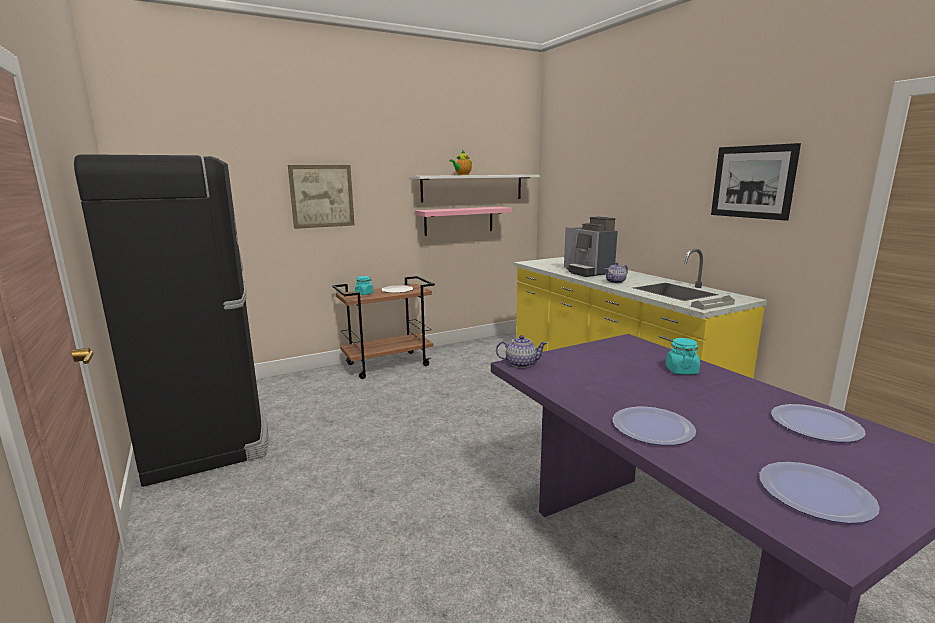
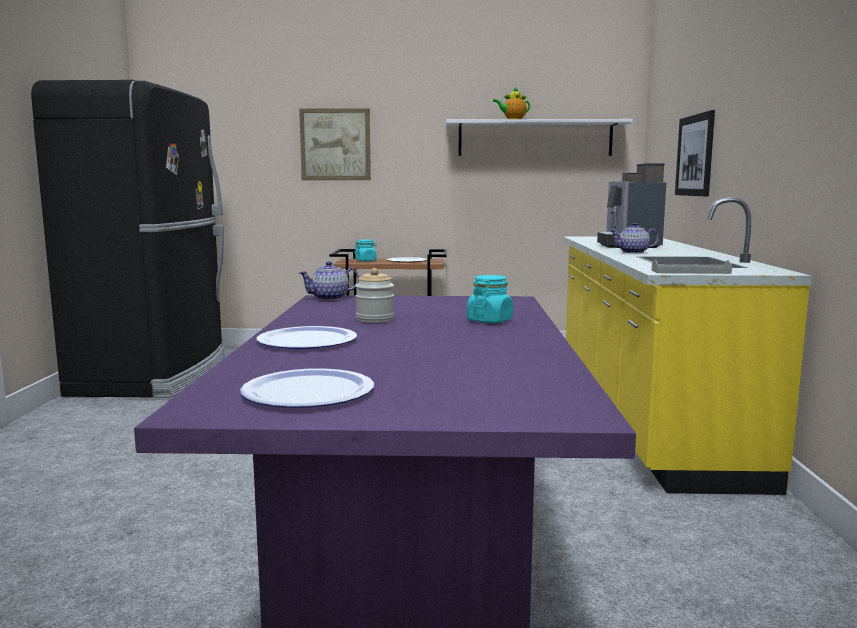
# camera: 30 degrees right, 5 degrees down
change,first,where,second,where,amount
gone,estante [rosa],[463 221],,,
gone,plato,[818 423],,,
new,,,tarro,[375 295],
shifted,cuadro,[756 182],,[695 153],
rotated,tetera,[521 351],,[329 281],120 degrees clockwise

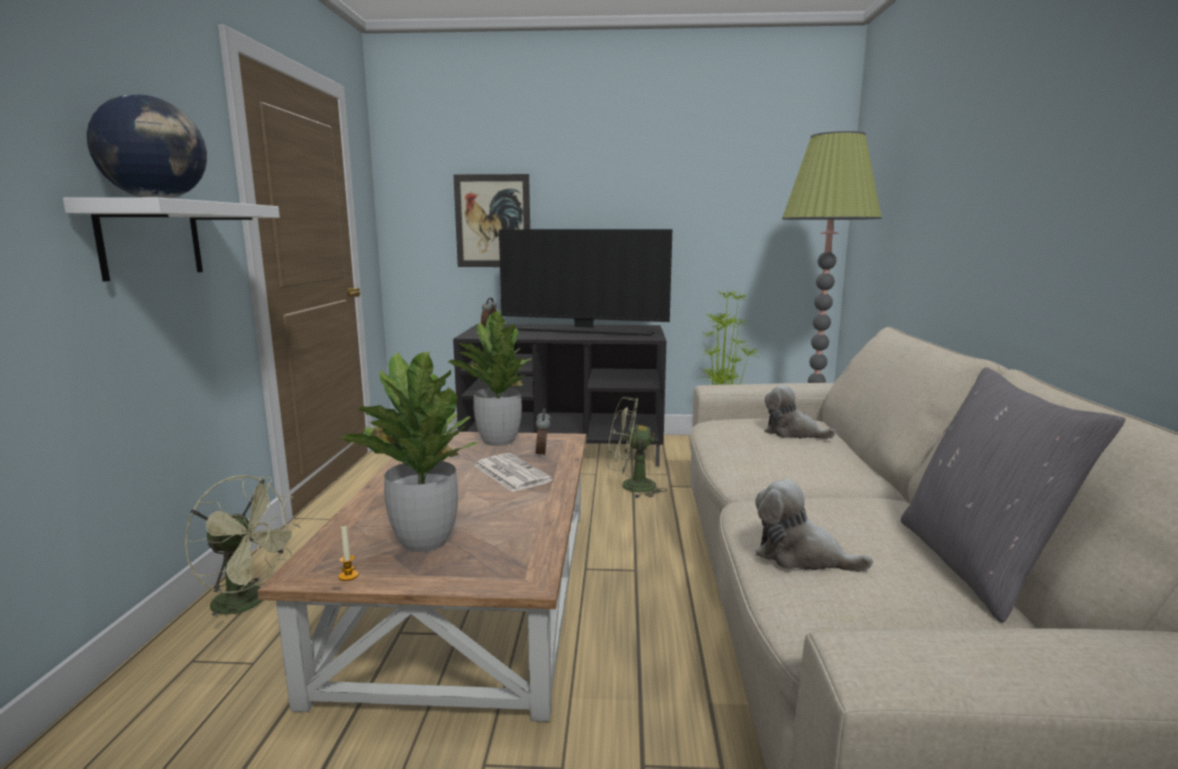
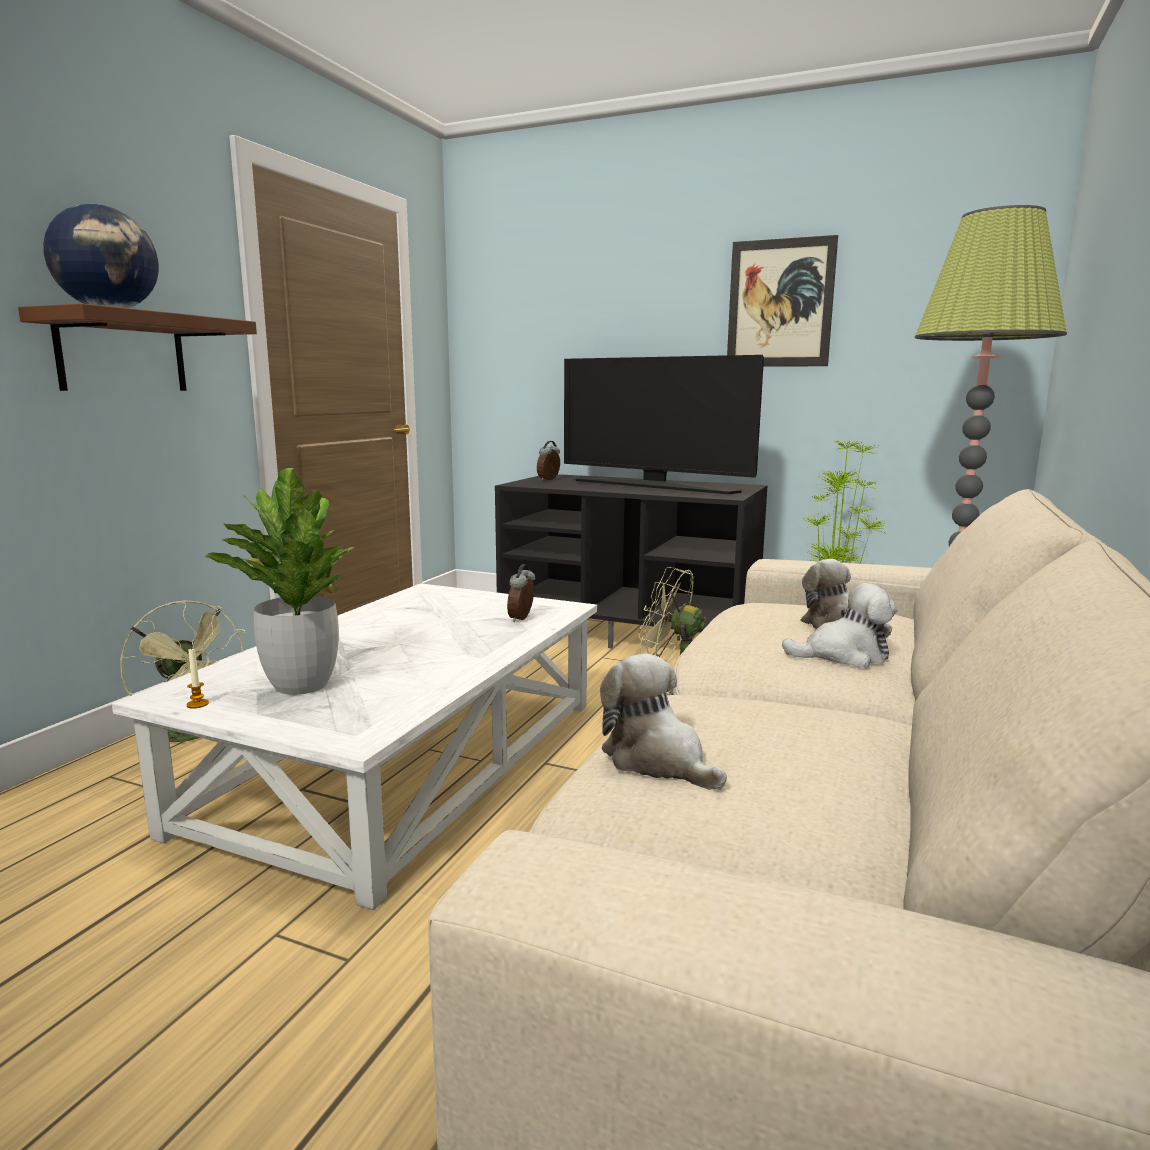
# camera: 20 degrees right, 0 degrees up
change,first,where,second,where,amount
gone,planta en maceta,[489 378],,,
gone,periódico,[513 472],,,
gone,cojín [gris],[1013 495],,,
new,,,peluche,[840 625],
shifted,cuadro,[491 220],,[782 301],
repainted,estante [blanco],[171 239],estante [marrón],[137 347],
repainted,mesa de centro [marrón],[422 576],mesa de centro [blanco],[354 746],

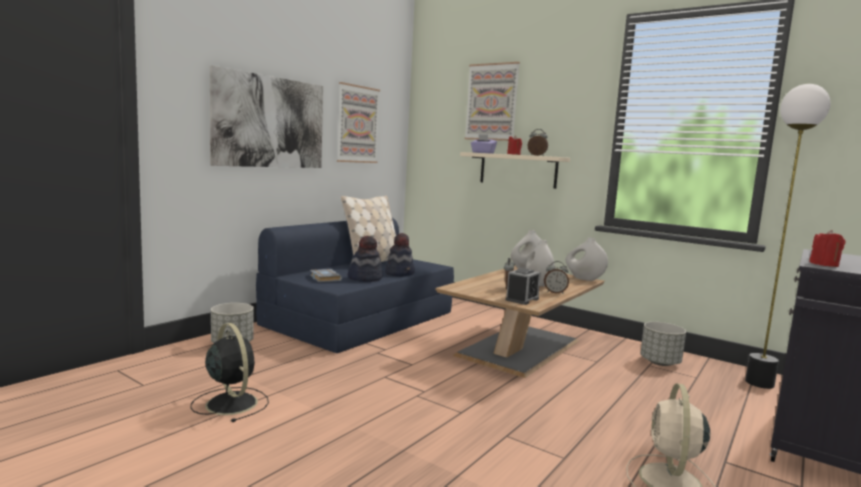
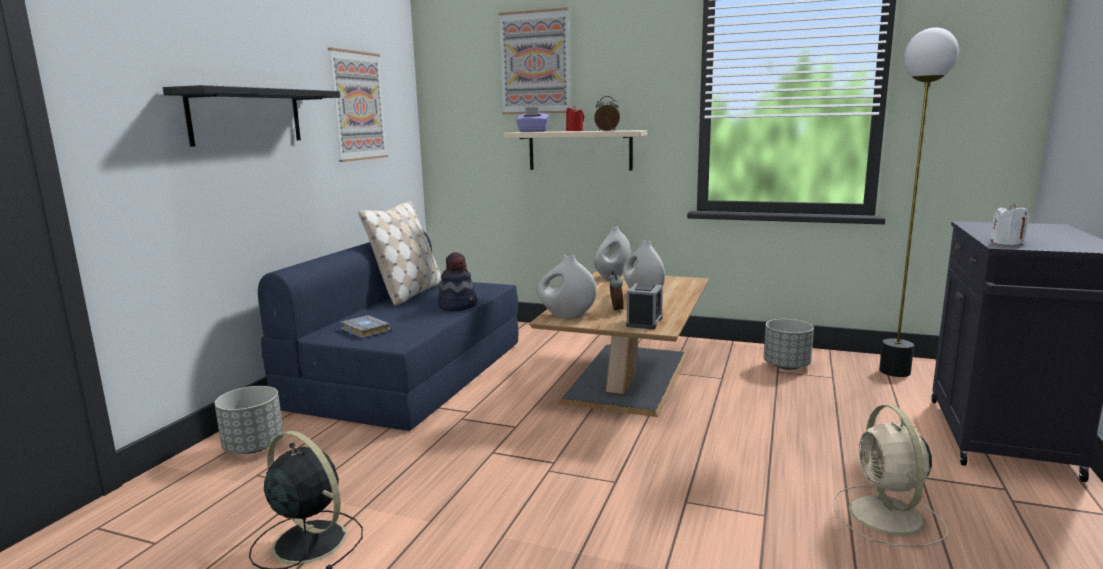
# camera: 15 degrees left, 5 degrees up
change,first,where,second,where,amount
gone,sombrero,[365 259],,,
gone,despertador,[556 277],,,
shifted,florero [blanco],[587 259],,[567 286],
swapped,cuadro,[266 116],estante [negro],[251 116],
repainted,vela [rojo],[827 248],vela [blanco],[1009 224],

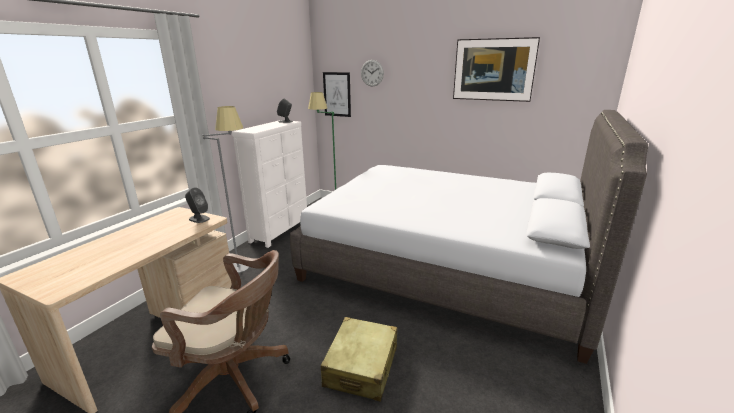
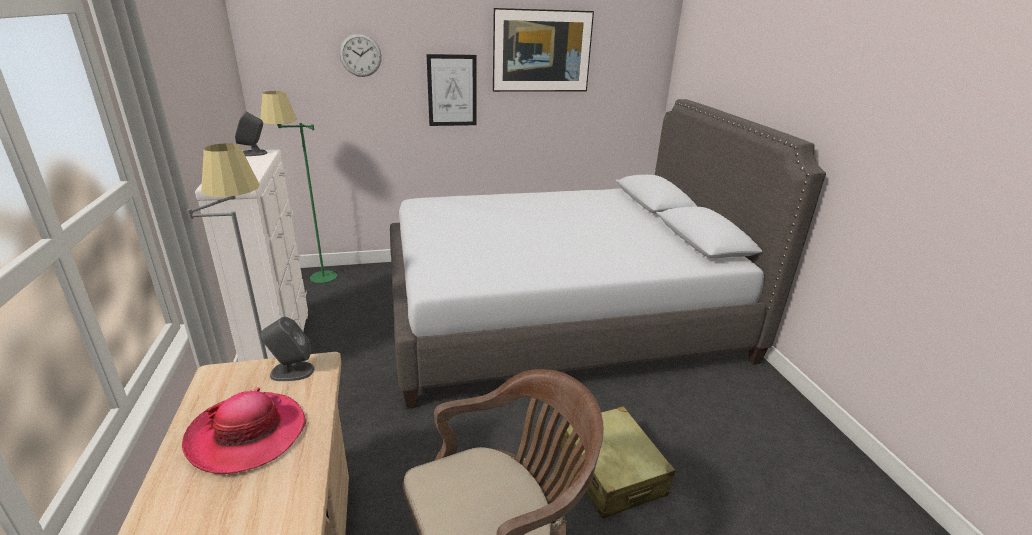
# camera: 40 degrees left, 5 degrees up
change,first,where,second,where,amount
new,,,sombrero,[244 430],
shifted,cuadro,[337 94],,[451 90],

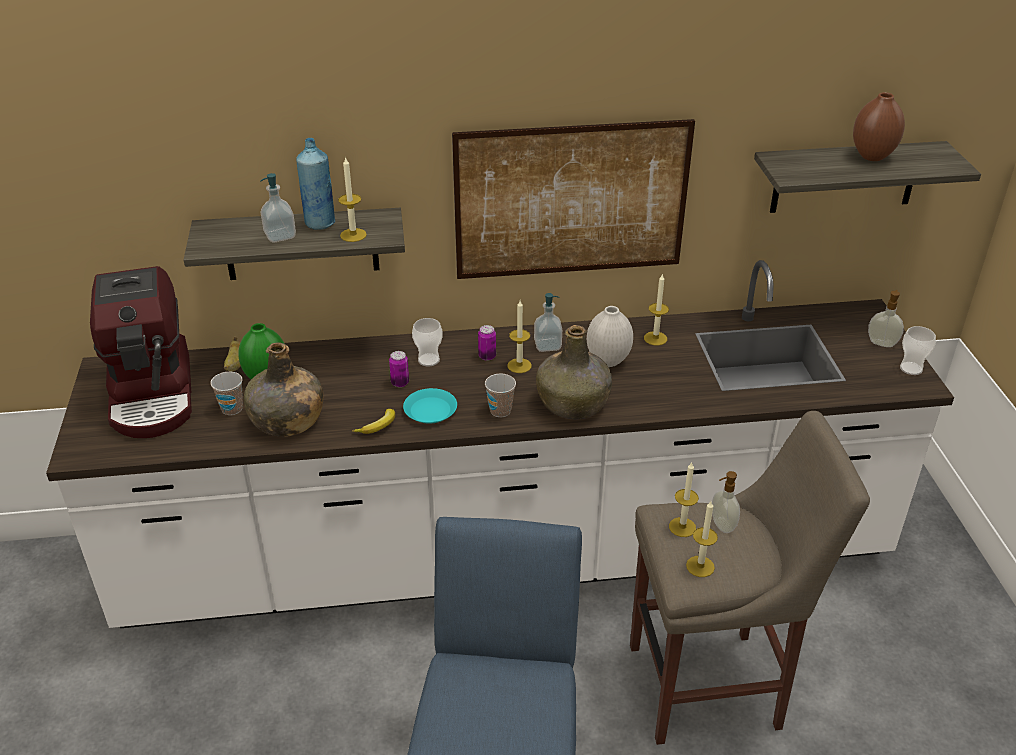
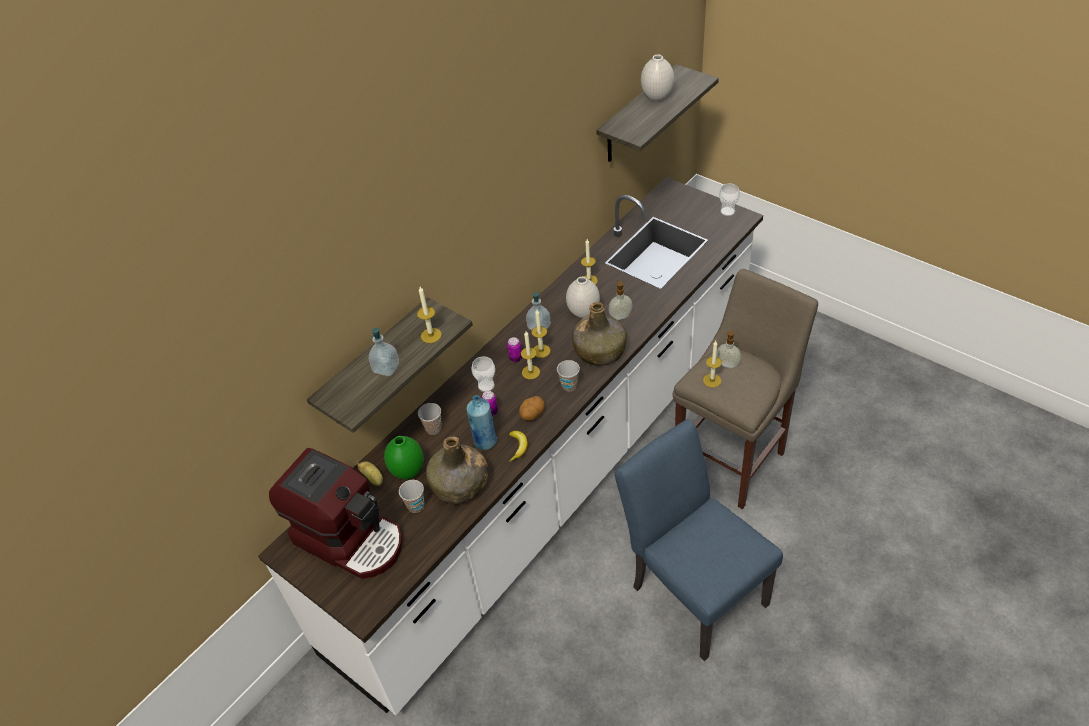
# camera: 40 degrees left, 10 degrees up
change,first,where,second,where,amount
gone,cuadro,[573 199],,,
new,,,taza,[430 419],
shifted,botella [azul],[315 184],,[482 422],
shifted,vela,[702 539],,[530 355],
shifted,dispensador de jabón,[886 318],,[620 300],
swapped,plato [turquesa],[430 406],patata,[532 408],
repainted,florero [marrón],[879 126],florero [blanco],[657 77],

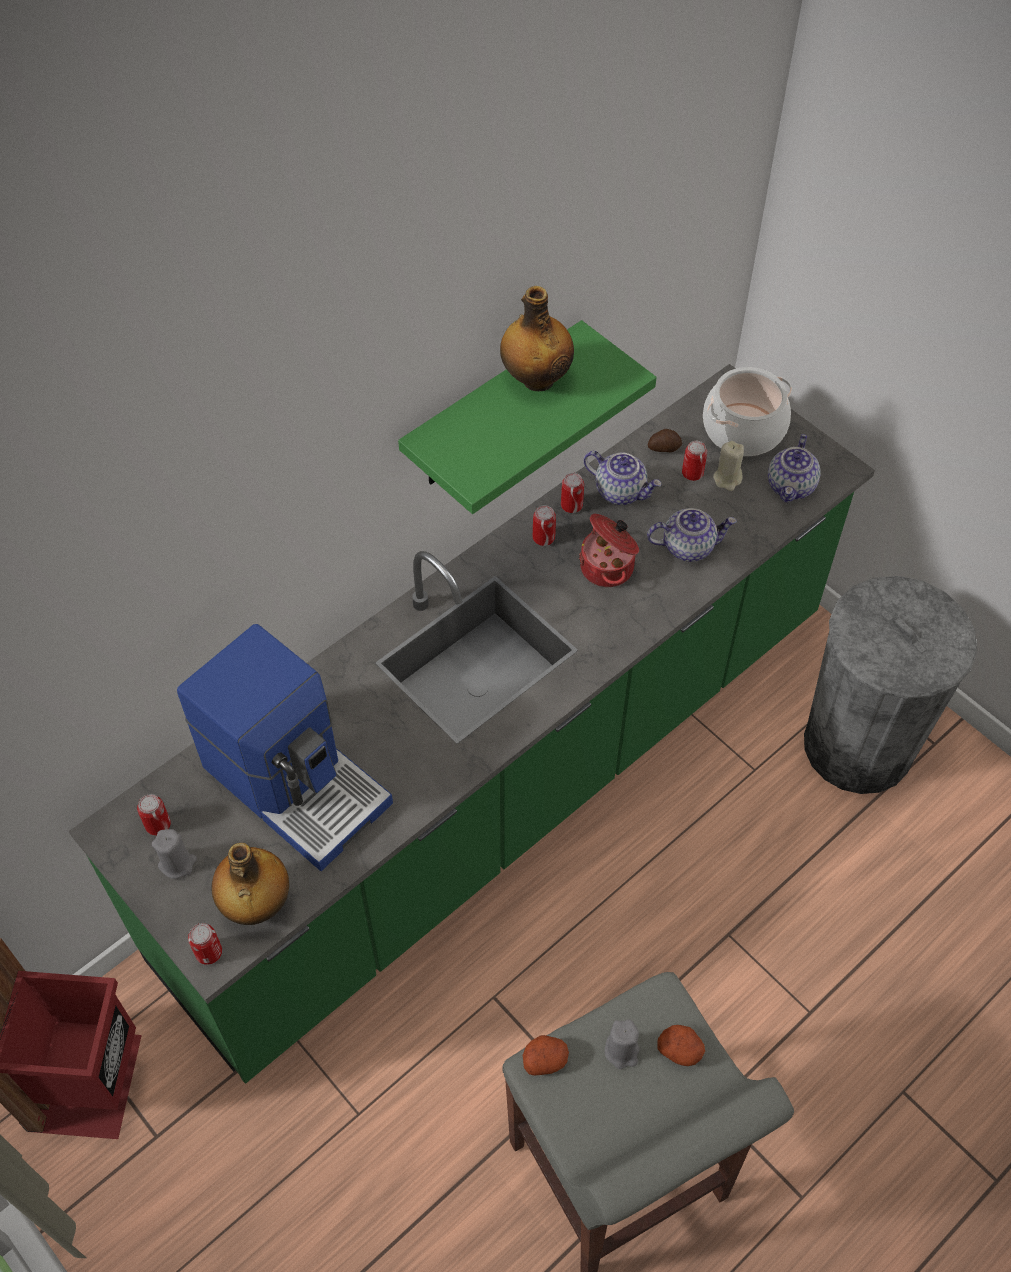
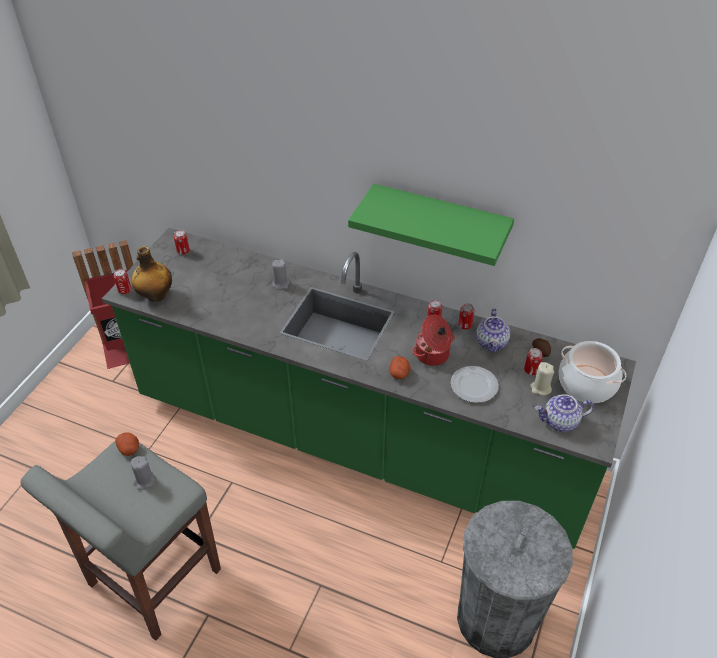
# camera: 65 degrees right, 10 degrees down
change,first,where,second,where,amount
gone,cafetera,[285 747],,,
gone,botella,[537 338],,,
shifted,vela [gris],[174 854],,[281 275],
shifted,patata,[681 1045],,[400 367],
swapped,tetera,[692 535],plato,[475 384],

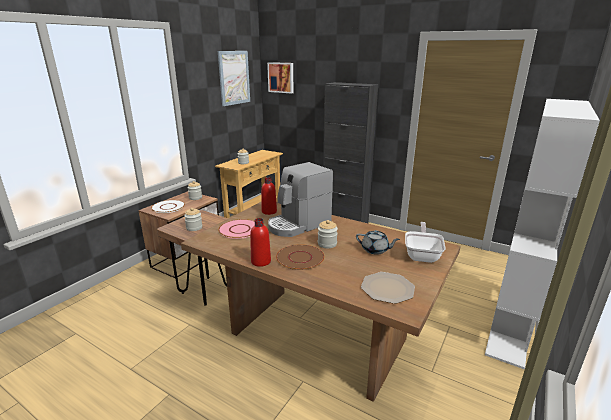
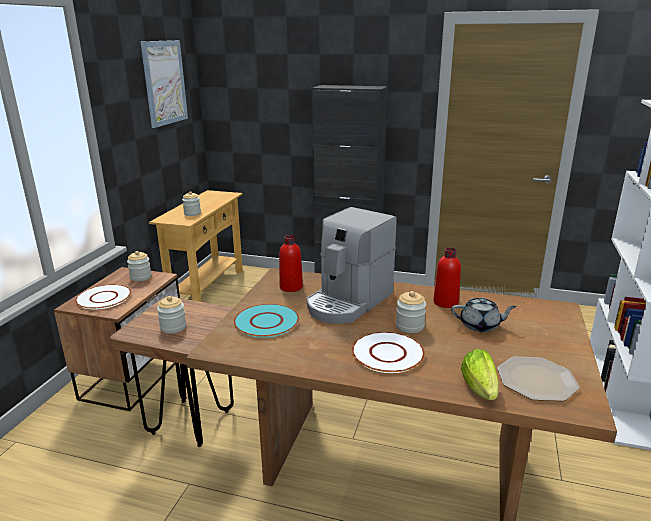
# camera: 15 degrees left, 0 degrees up
change,first,where,second,where,amount
gone,cuadro,[280 78],,,
gone,sartén,[425 242],,,
new,,,lechuga,[480 374],
shifted,botella [rojo],[260 242],,[447 277],
repainted,plato [rosa],[236 229],plato [turquesa],[266 321],
repainted,plato [marrón],[300 257],plato [blanco],[388 352],

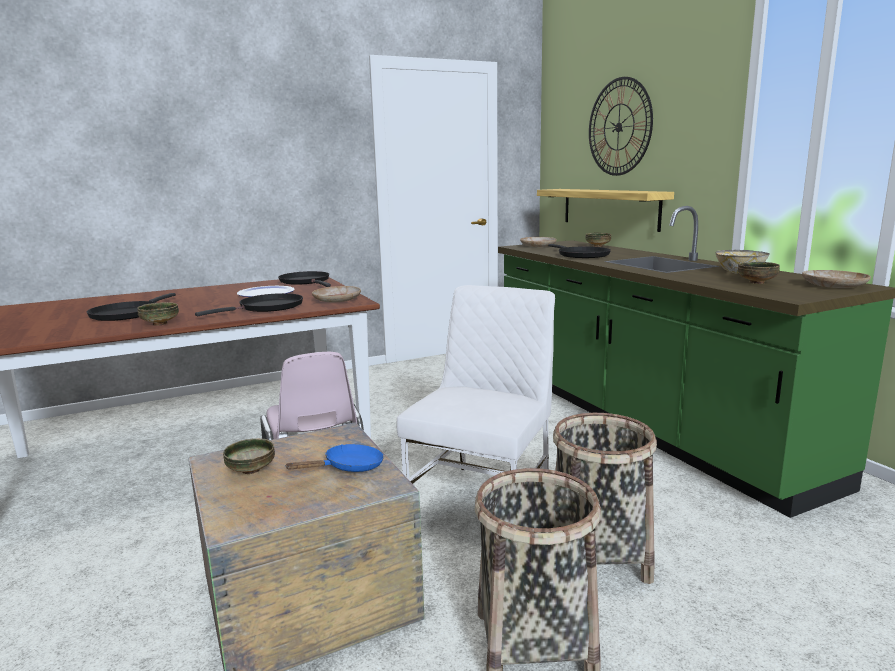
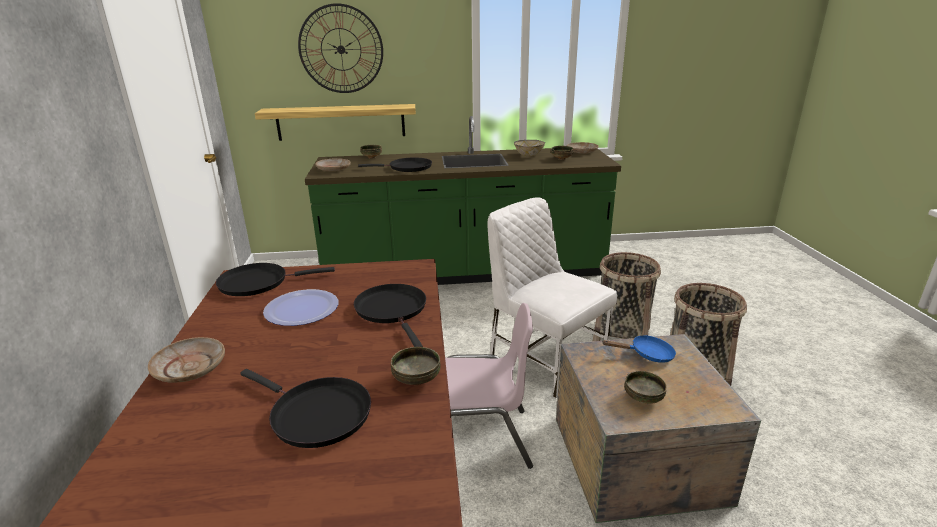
# camera: 70 degrees left, 10 degrees up
change,first,where,second,where,amount
shifted,plato [beis],[336 294],,[186 360],
rotated,sartén [azul],[334 458],,[639 349],105 degrees clockwise

